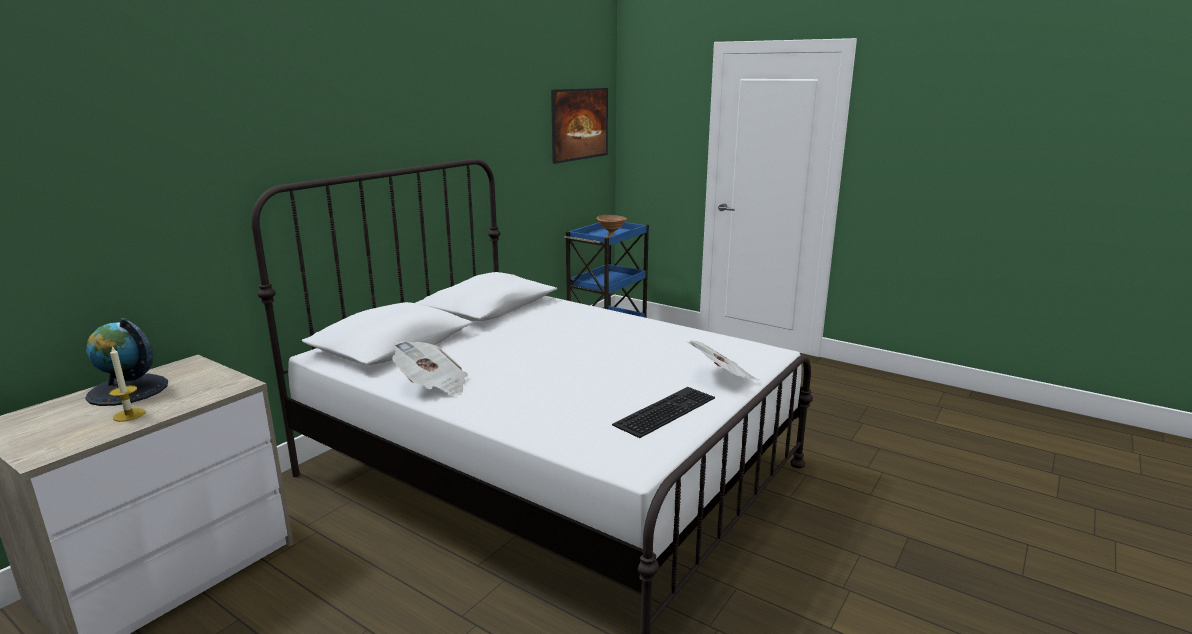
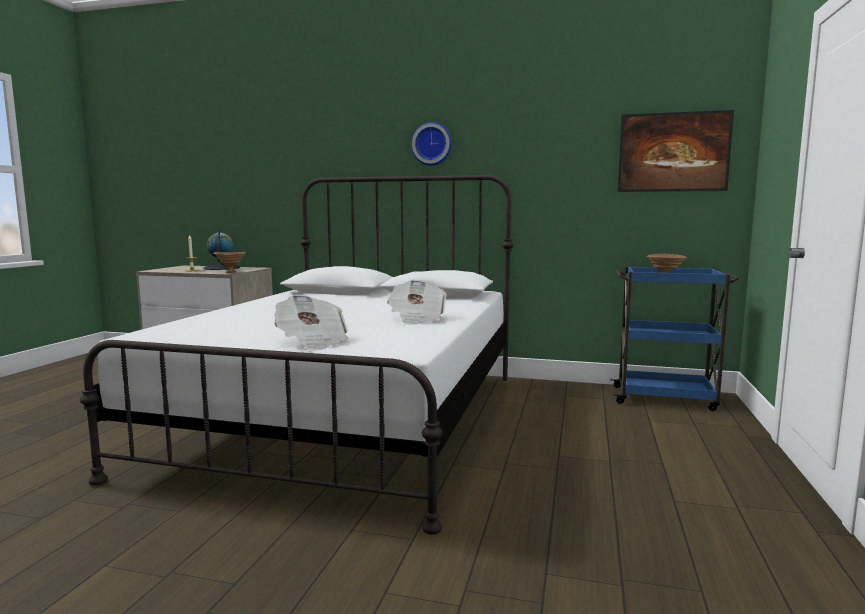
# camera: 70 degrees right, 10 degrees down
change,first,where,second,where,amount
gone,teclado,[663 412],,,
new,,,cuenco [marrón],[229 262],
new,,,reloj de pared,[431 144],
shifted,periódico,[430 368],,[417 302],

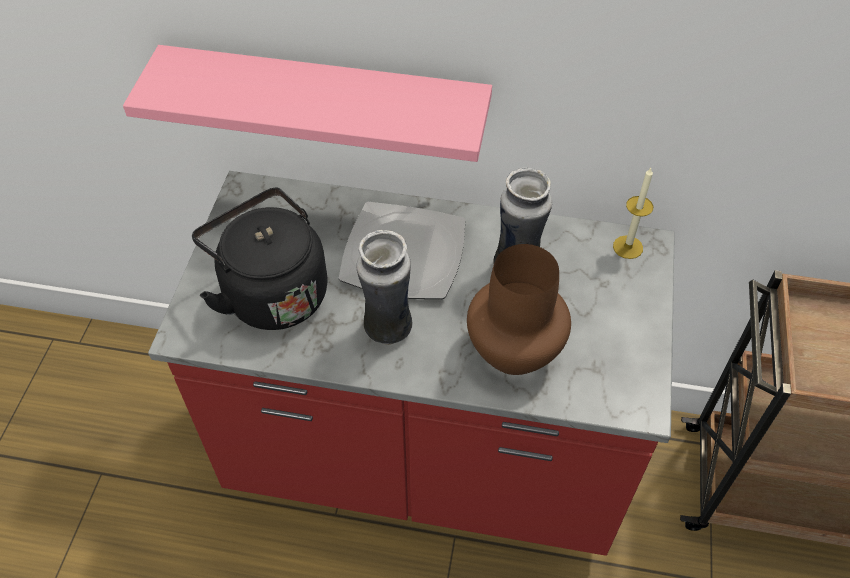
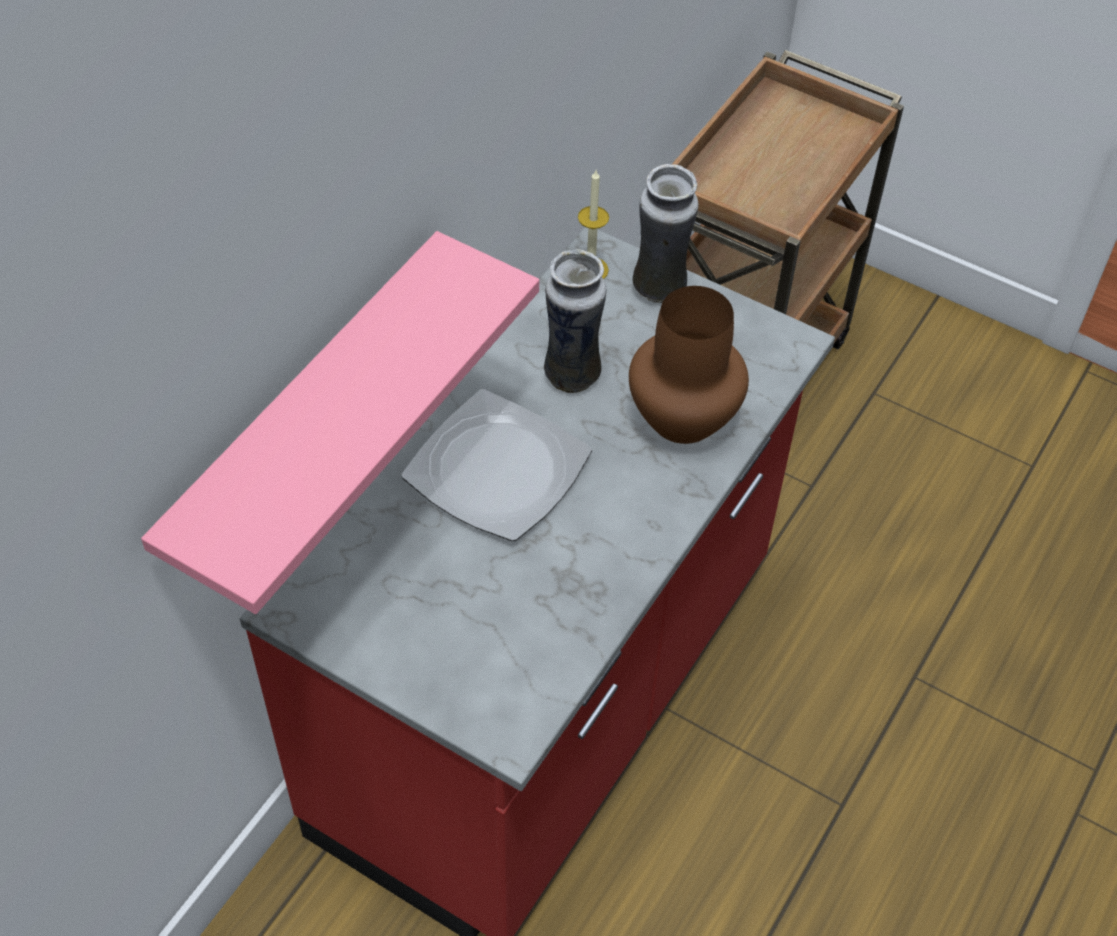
# camera: 70 degrees left, 0 degrees up
change,first,where,second,where,amount
gone,hervidor [negro],[260 259],,,
shifted,florero,[384 287],,[665 233],

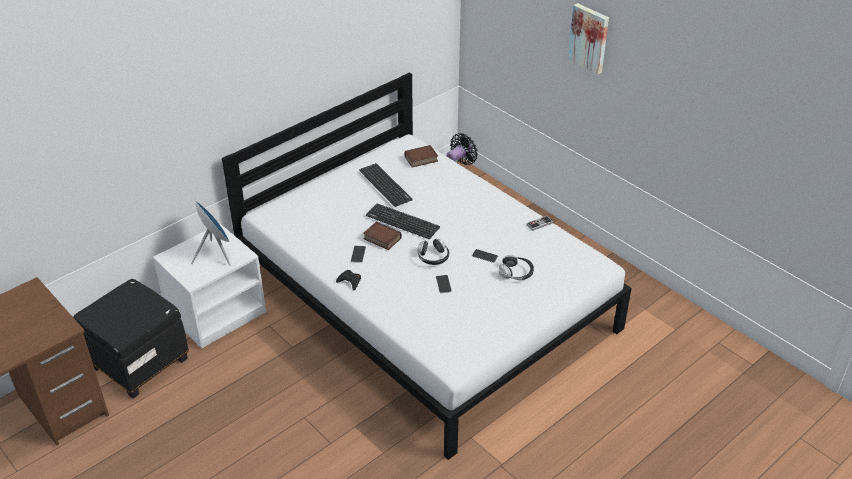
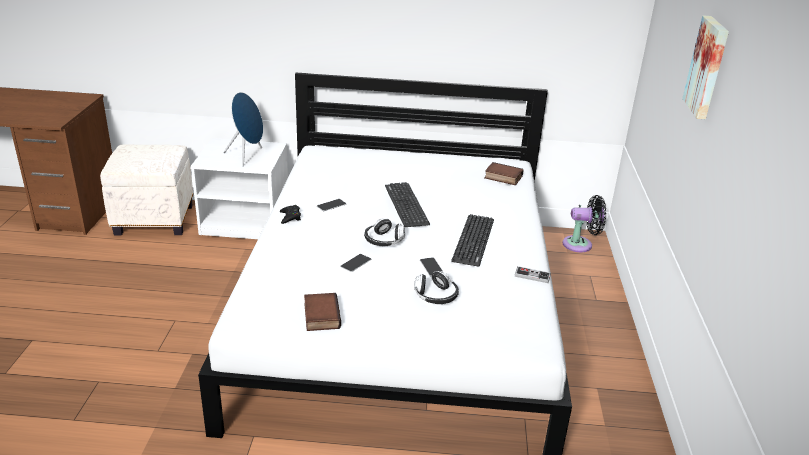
# camera: 45 degrees right, 10 degrees down
change,first,where,second,where,amount
shifted,teclado,[386 185],,[472 240],
shifted,libro,[382 236],,[322 312],
repainted,puf [negro],[131 339],puf [blanco],[146 190],

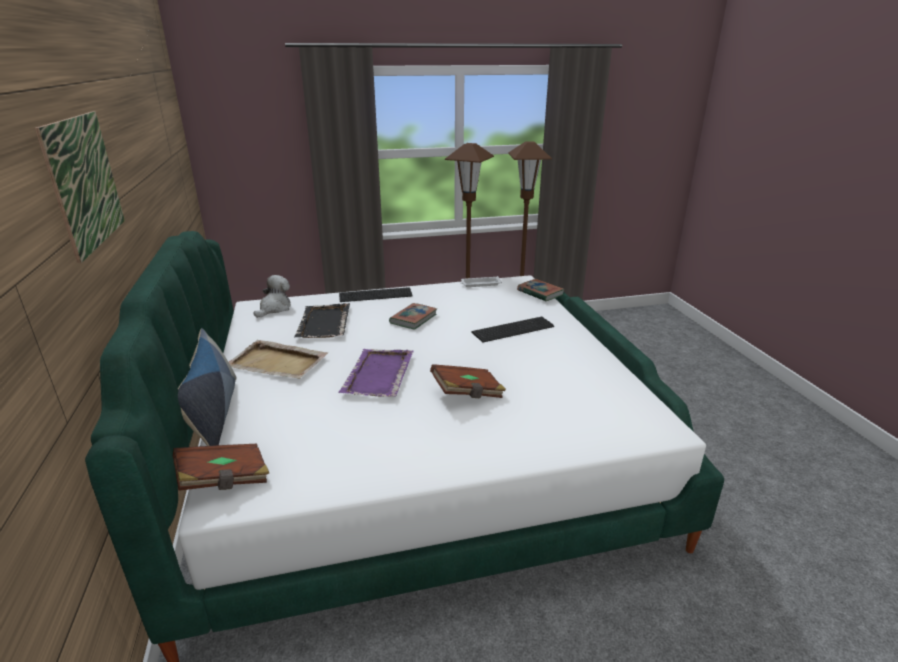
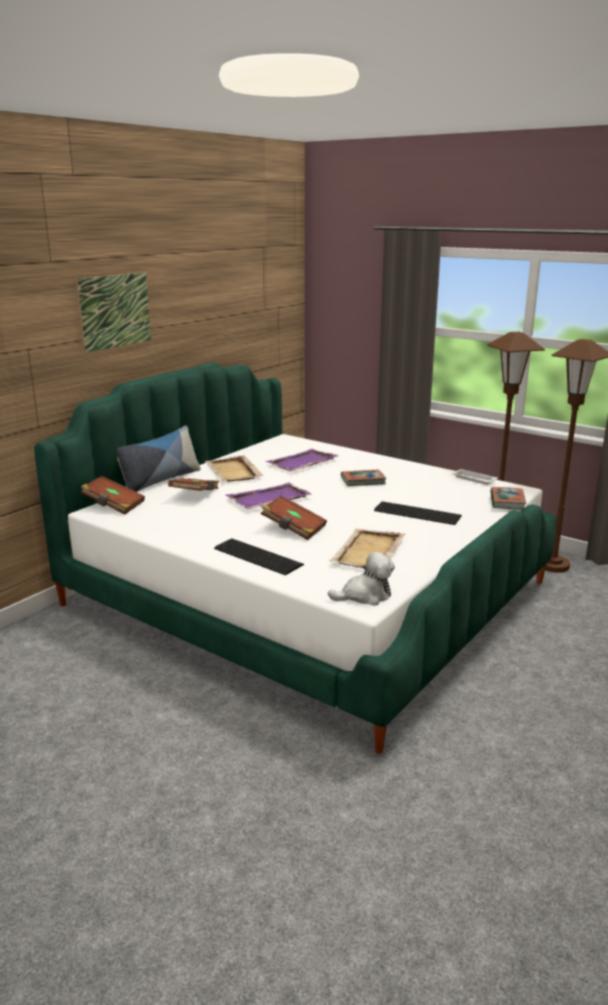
# camera: 50 degrees right, 5 degrees down
change,first,where,second,where,amount
new,,,libro [marrón],[194 485],
new,,,bandeja [beis],[367 548],
shifted,peluche,[272 296],,[361 578],
shifted,teclado,[376 294],,[259 557],
repainted,bandeja [negro],[322 320],bandeja [morado],[302 460],

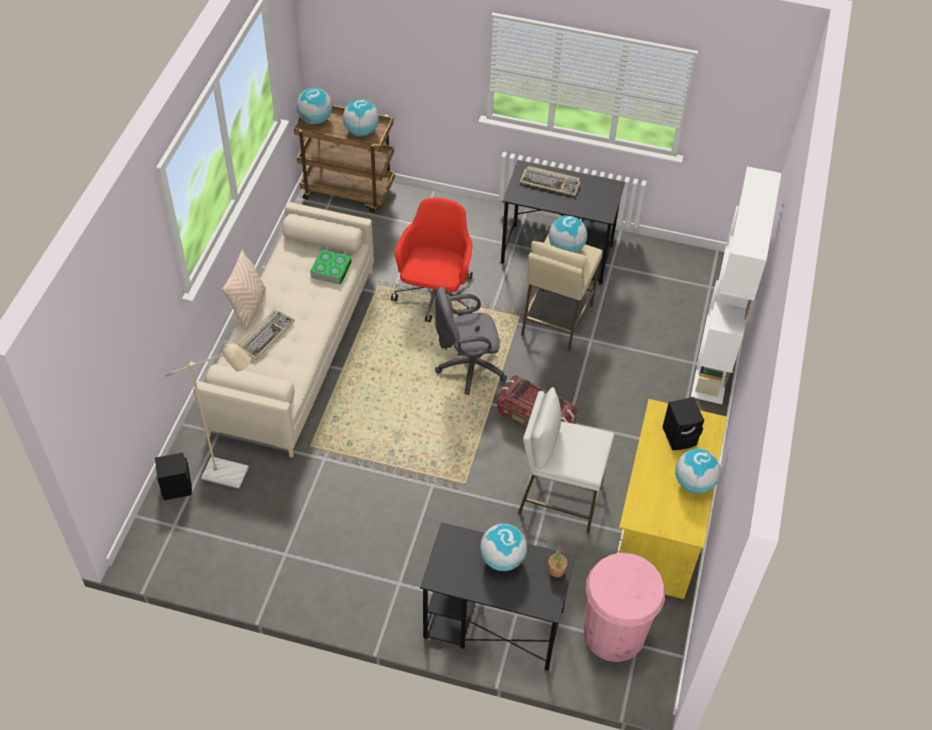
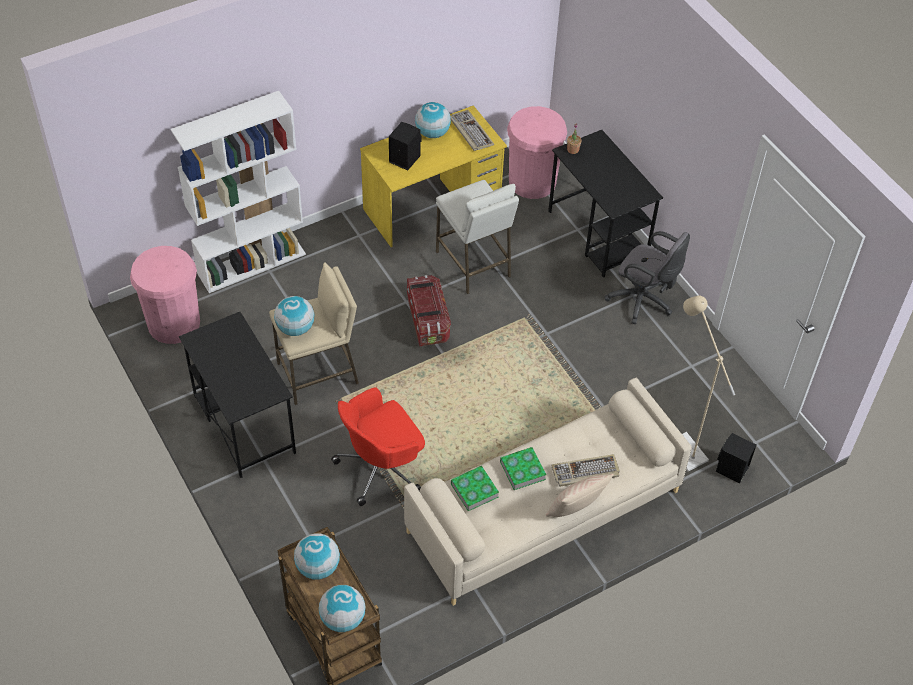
# camera: 135 degrees left, 0 degrees up
change,first,where,second,where,amount
gone,globo terráqueo,[503 547],,,
new,,,papelera [rosa],[165 295],
new,,,libro,[523 468],
shifted,silla de oficina [gris],[471 341],,[647 277],
shifted,teclado,[550 181],,[472 130],

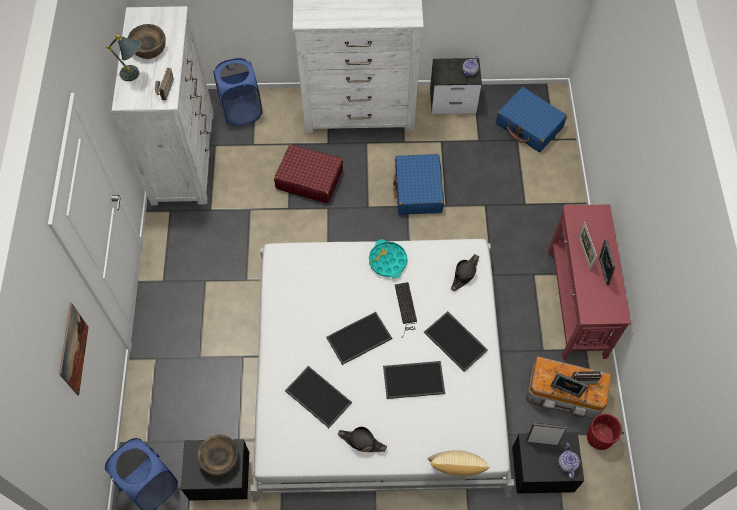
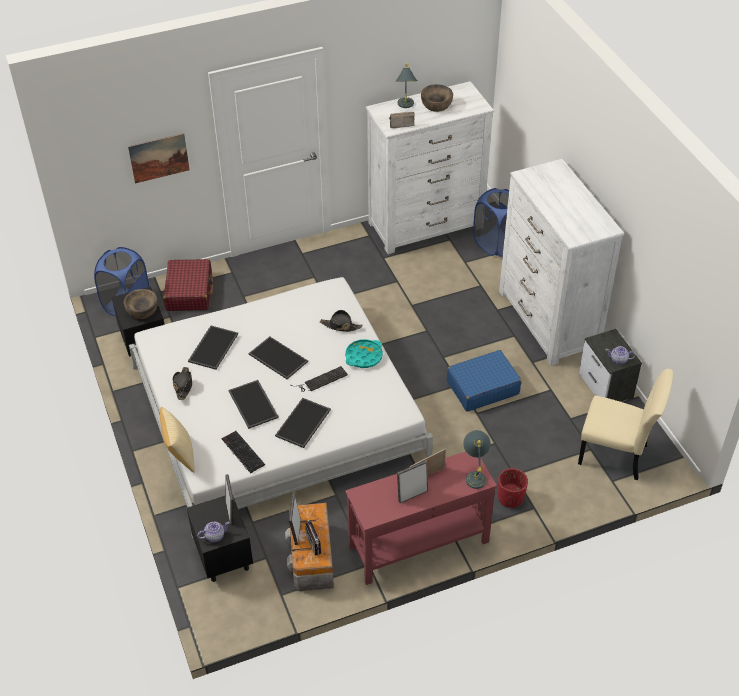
# camera: 70 degrees right, 15 degrees down
change,first,where,second,where,amount
new,,,teclado,[243 452],
new,,,lámpara de mesa [gris],[477 459],
shifted,maleta [rojo],[308 173],,[188 285],
shifted,sombrero [negro],[465 272],,[341 321],
shifted,maceta [rojo],[604 431],,[513 488],
swapped,maleta [azul],[531 119],silla [beis],[625 424],

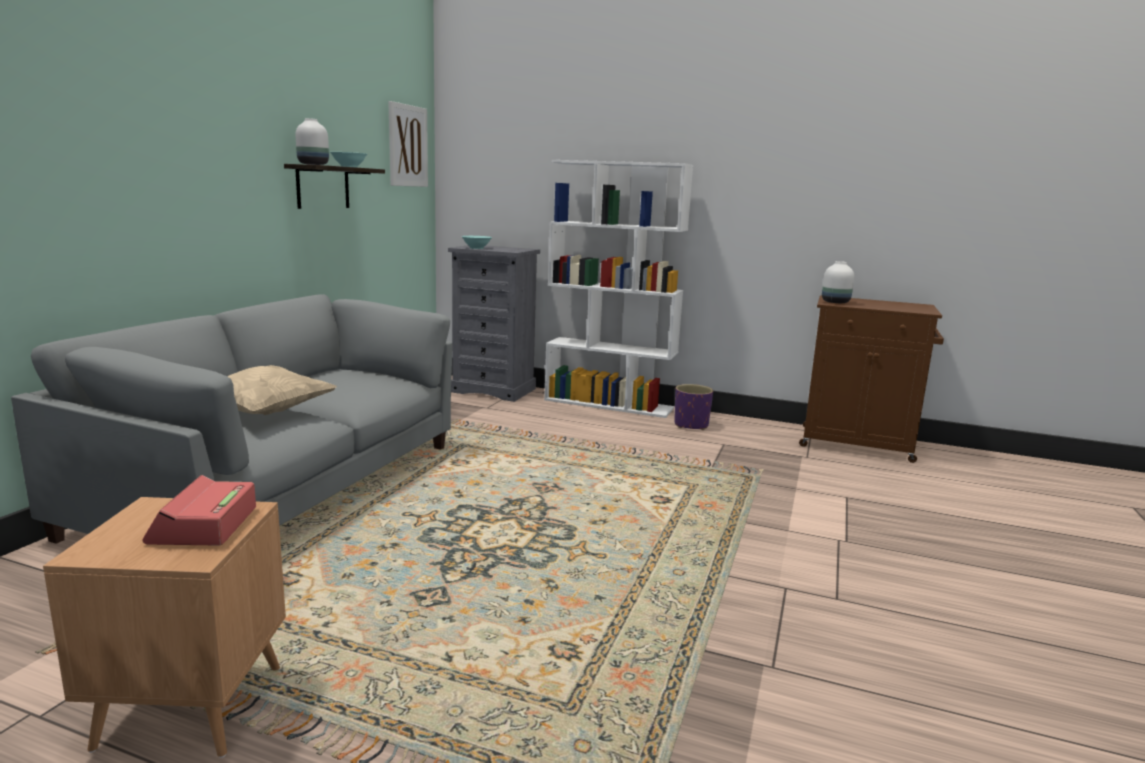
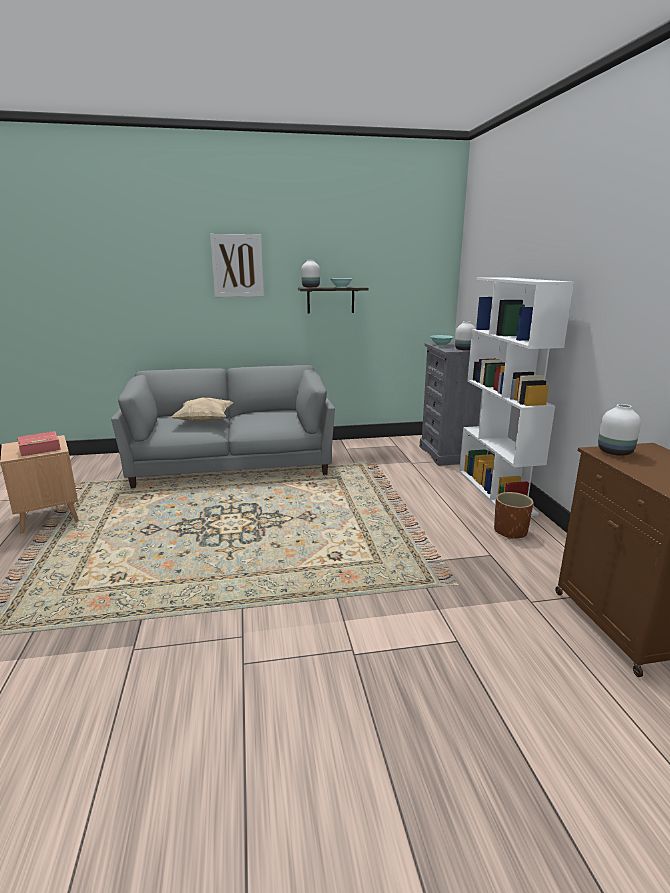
# camera: 60 degrees right, 5 degrees up
change,first,where,second,where,amount
new,,,florero [blanco],[465 335],
shifted,cuadro,[408 144],,[237 265],
repainted,maceta [morado],[693 407],maceta [marrón],[514 515],

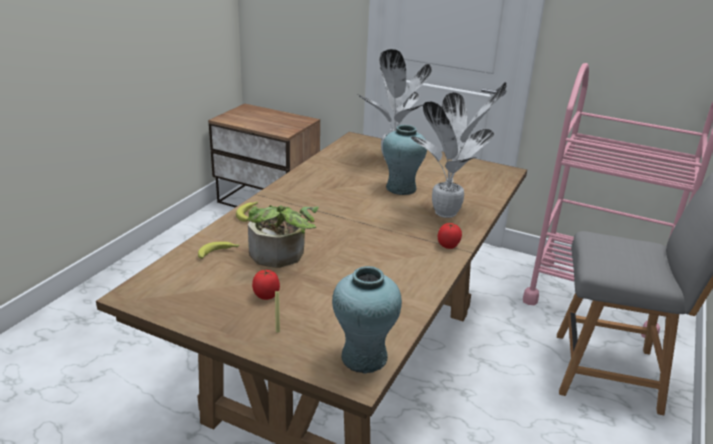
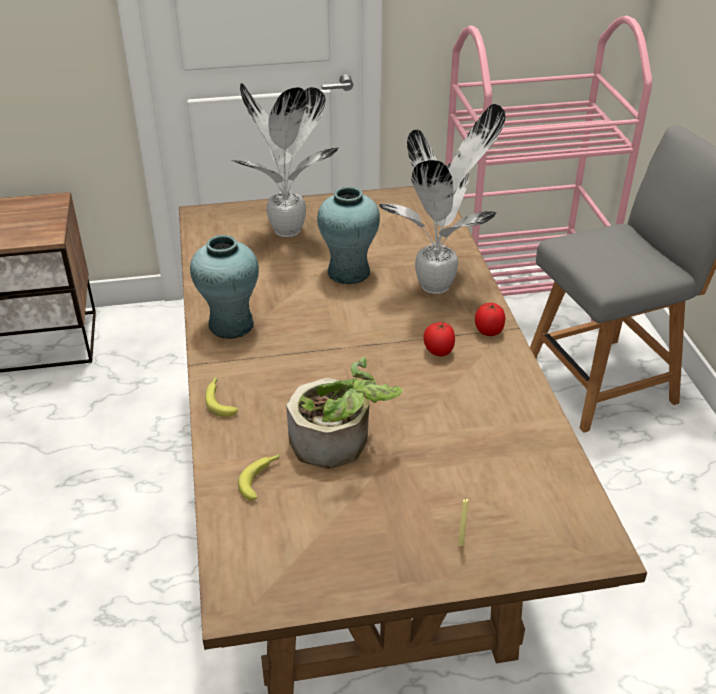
# camera: 35 degrees left, 10 degrees up
change,first,where,second,where,amount
shifted,tomate,[266 285],,[439 339],
shifted,florero [turquesa],[367 320],,[224 287],

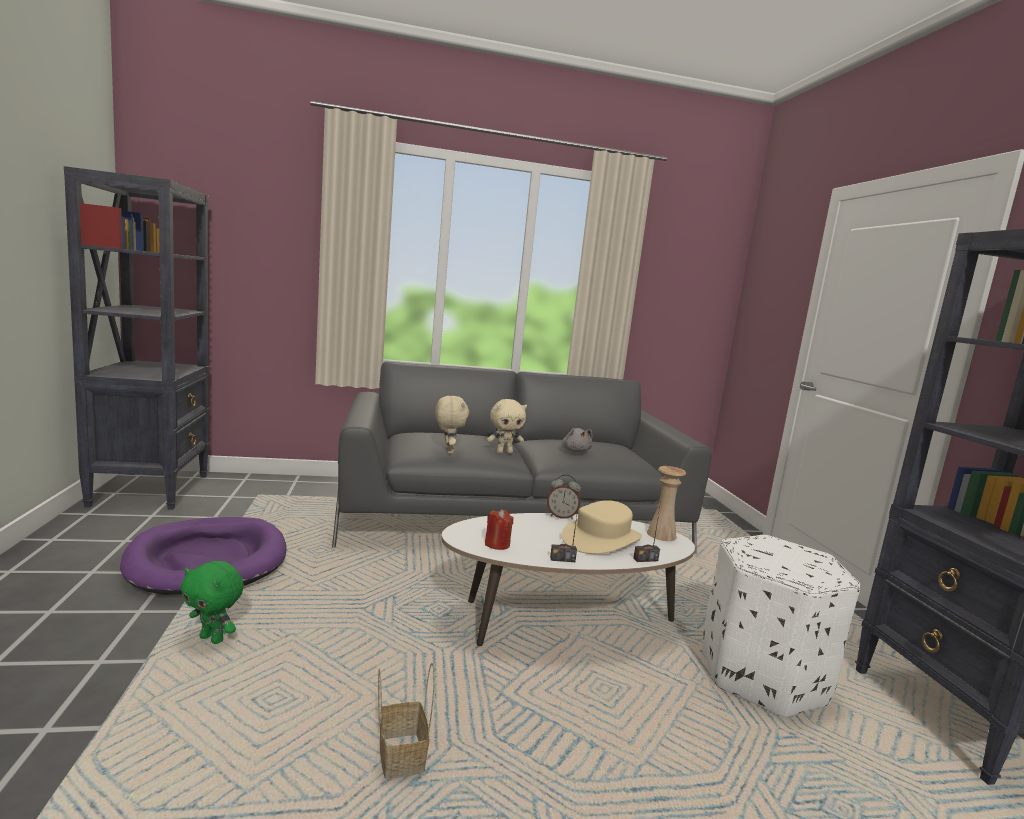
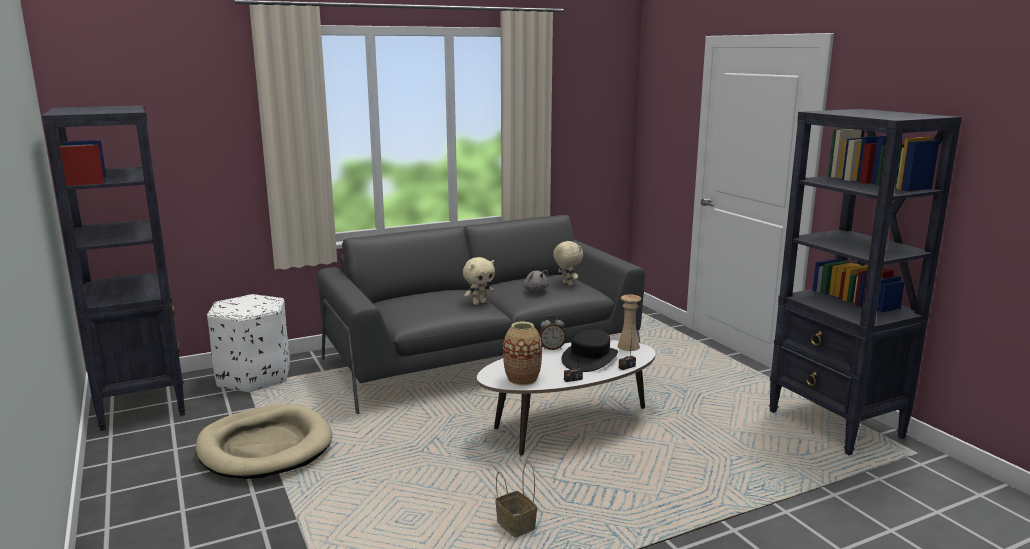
# camera: 15 degrees left, 5 degrees up
change,first,where,second,where,amount
gone,peluche [verde],[212 602],,,
shifted,peluche [beis],[452 425],,[568 263],
shifted,puf [blanco],[781 626],,[248 343],
swapped,vela [rojo],[499 529],florero,[522 353],
repainted,cama para perro [morado],[203 556],cama para perro [beis],[264 441],
repainted,sombrero [beis],[601 527],sombrero [negro],[590 350],

